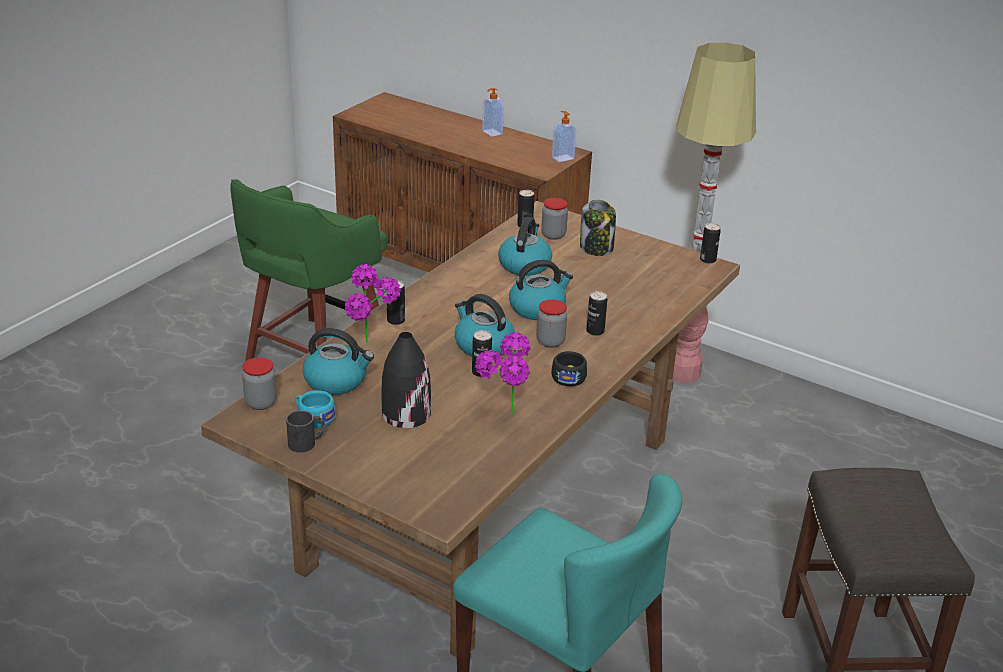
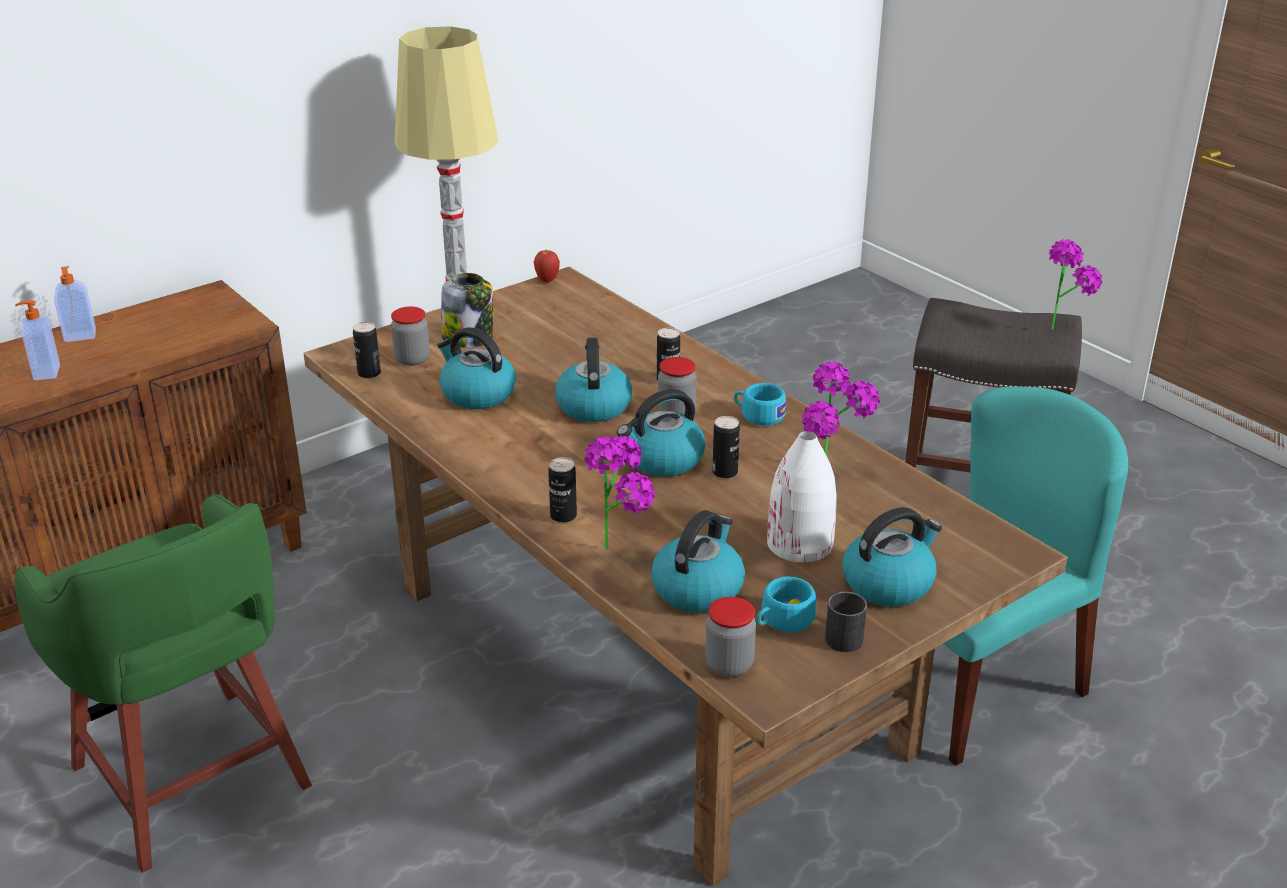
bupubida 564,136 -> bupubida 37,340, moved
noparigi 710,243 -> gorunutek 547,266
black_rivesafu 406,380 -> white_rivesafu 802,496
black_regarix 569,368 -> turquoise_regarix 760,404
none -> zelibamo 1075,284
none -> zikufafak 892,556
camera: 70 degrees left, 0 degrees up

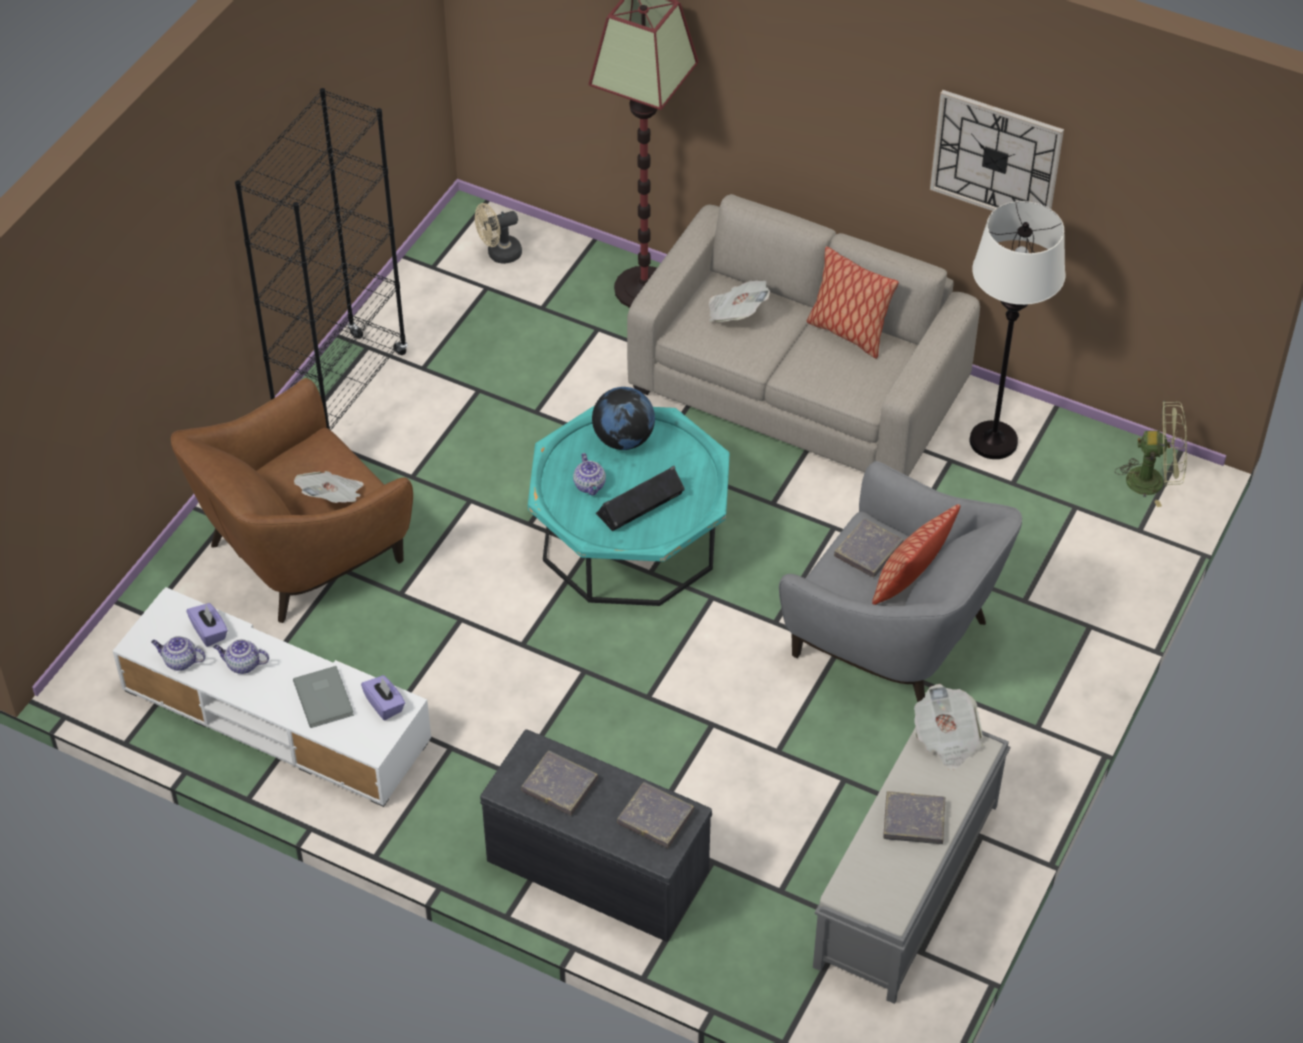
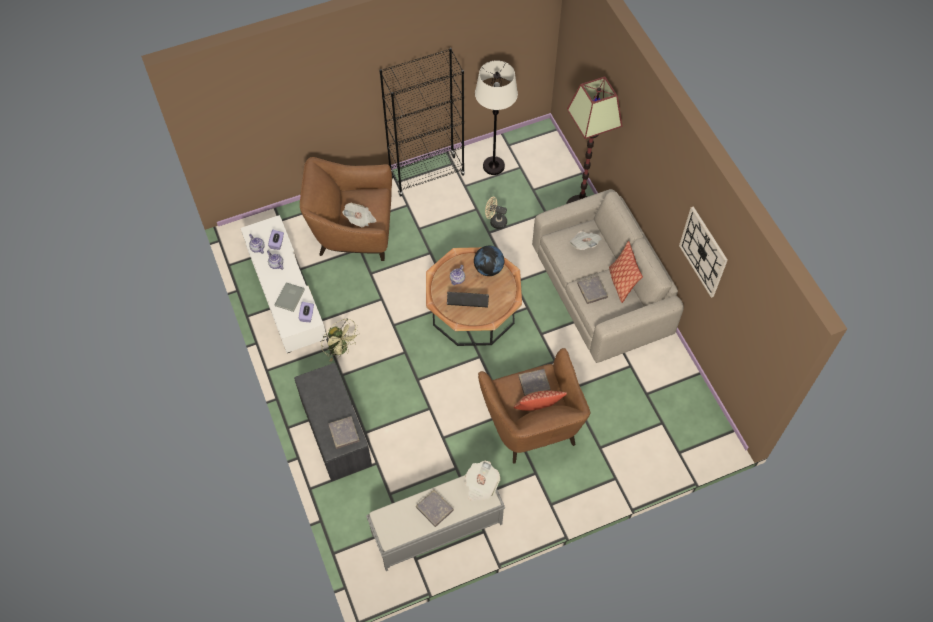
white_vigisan 1018,330 -> white_vigisan 496,117, moved
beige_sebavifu 498,233 -> beige_sebavifu 496,213, moved
green_sebavifu 1151,454 -> green_sebavifu 340,340, moved
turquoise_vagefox 629,505 -> brown_vagefox 474,296
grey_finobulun 900,581 -> brown_finobulun 534,406
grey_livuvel 559,783 -> grey_livuvel 592,290, moved
camera: 40 degrees right, 10 degrees up

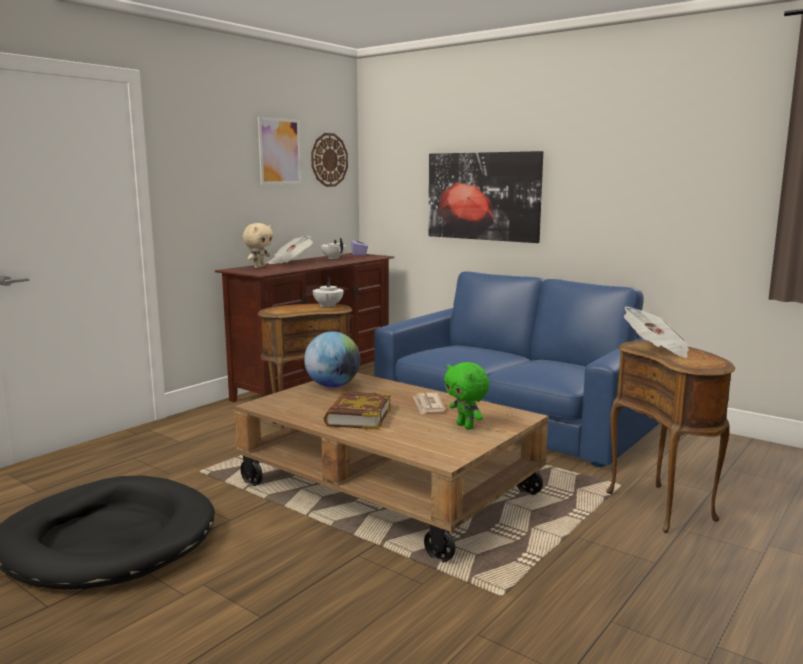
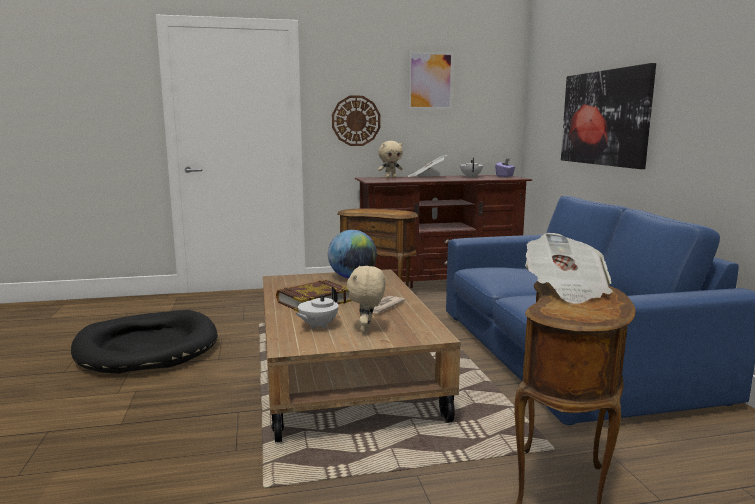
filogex 329,160 -> filogex 356,121, moved
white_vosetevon 328,292 -> white_vosetevon 317,308, moved
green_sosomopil 467,396 -> beige_sosomopil 366,299
camera: 40 degrees right, 0 degrees up

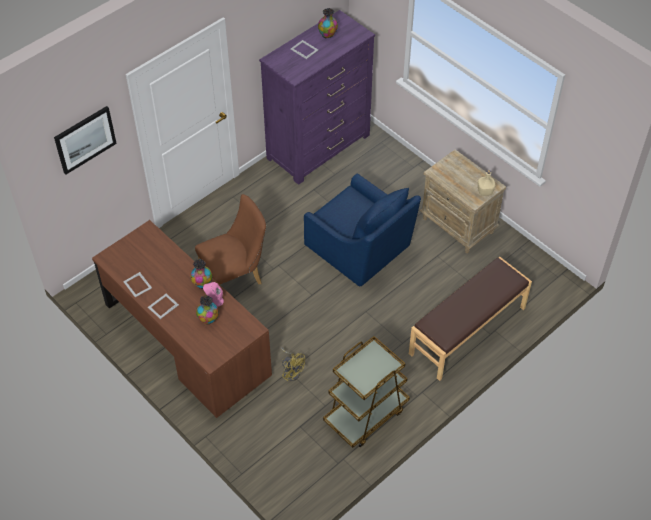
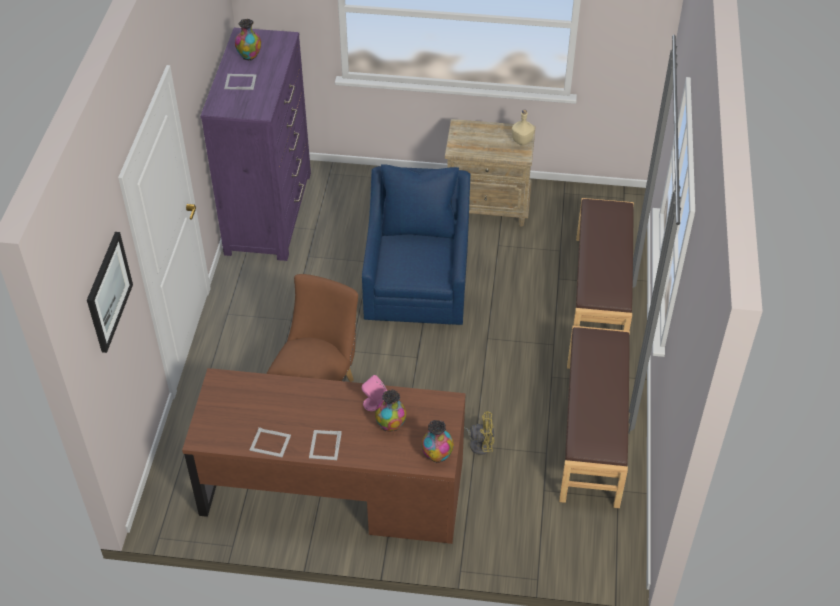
blue_finobulun 362,230 -> blue_finobulun 416,245, 90 degrees counterclockwise
rivesafu 201,274 -> rivesafu 438,441, moved
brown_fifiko 366,392 -> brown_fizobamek 594,417
camera: 40 degrees left, 5 degrees down

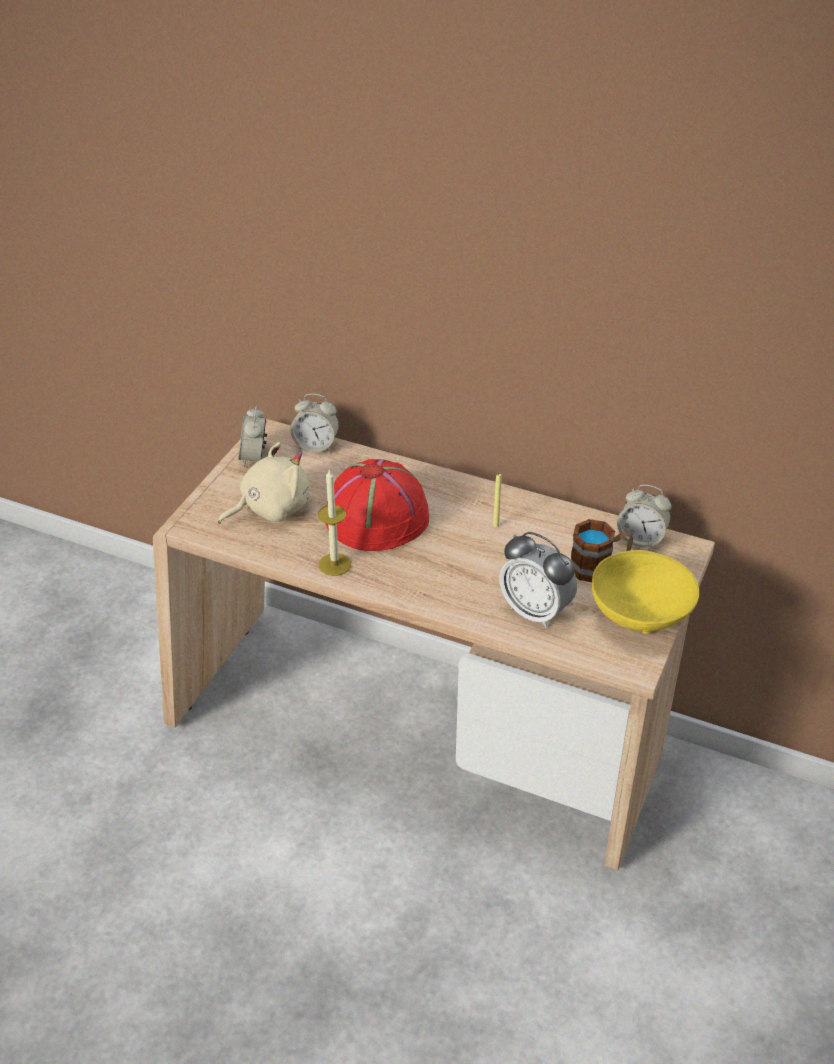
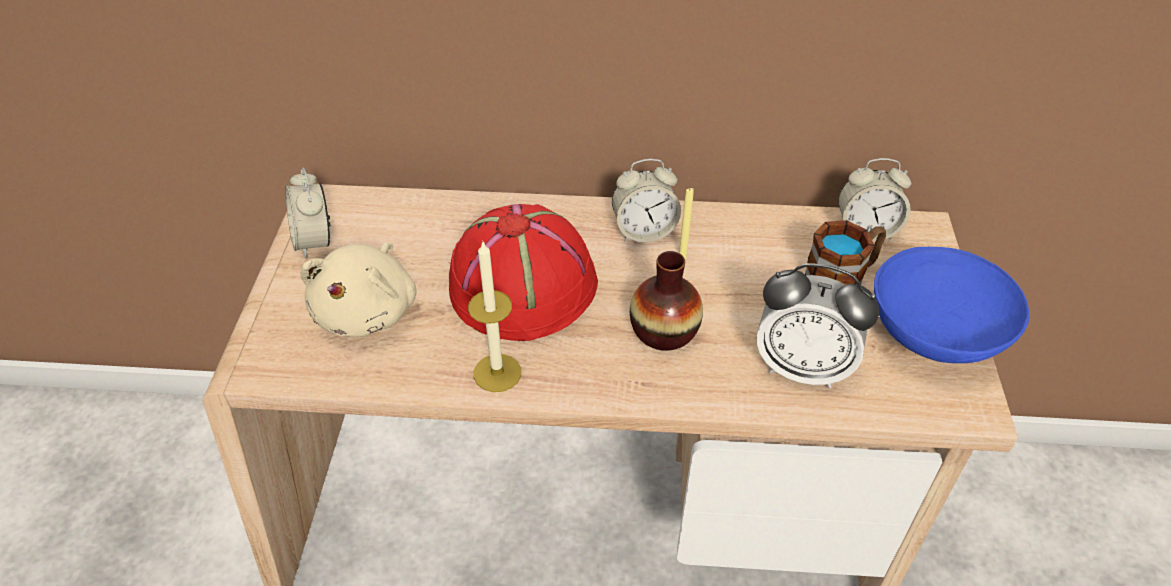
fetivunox 314,423 -> fetivunox 646,201, moved
beige_sosomopil 264,483 -> beige_sosomopil 359,289, 150 degrees clockwise
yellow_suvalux 645,592 -> blue_suvalux 951,305
none -> rivesafu 666,301
camera: 20 degrees left, 5 degrees up

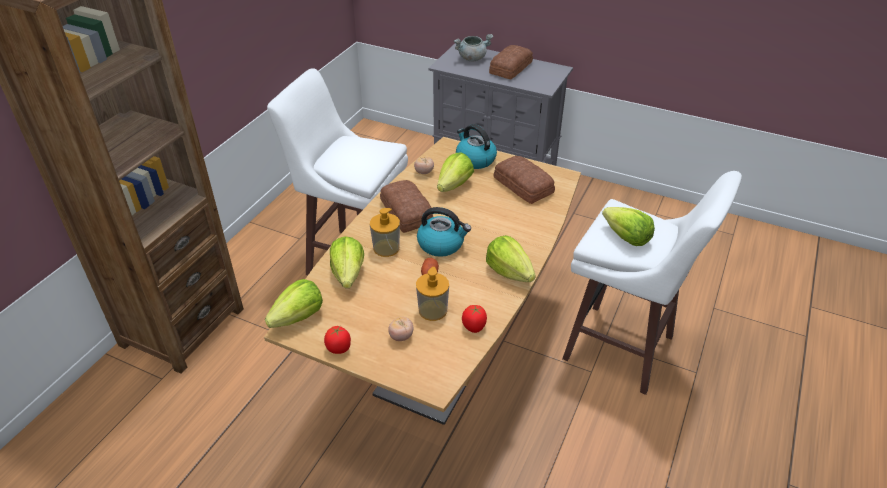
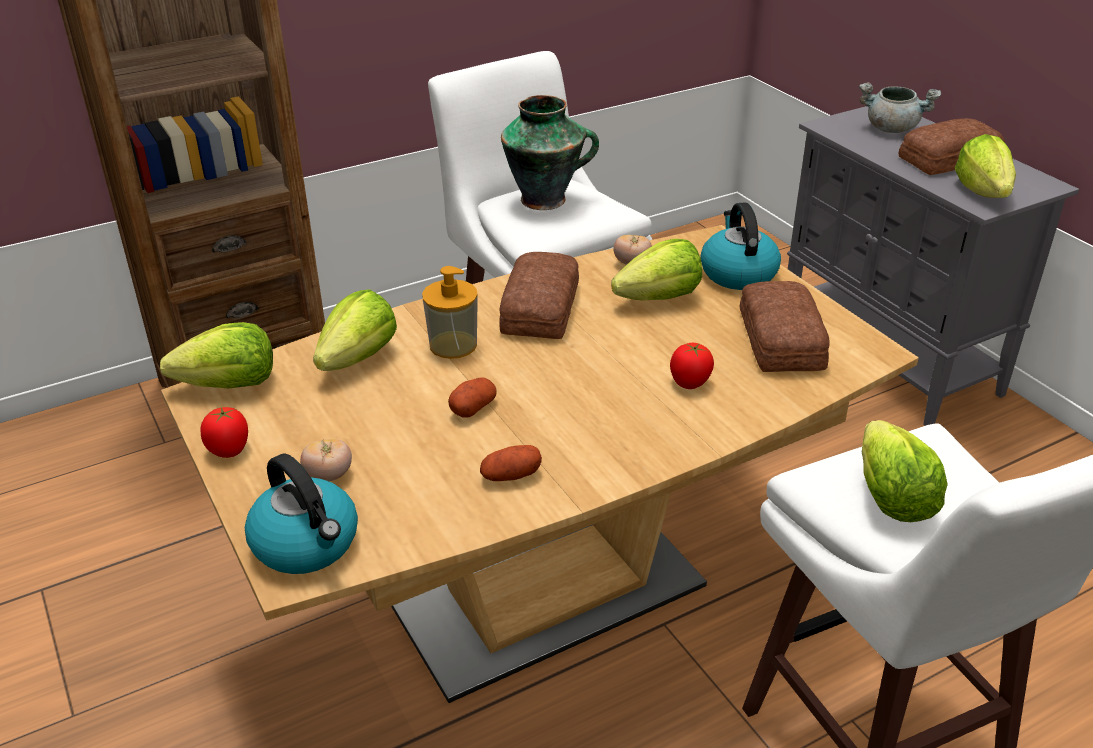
zikufafak 444,232 -> zikufafak 301,513, moved
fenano 511,258 -> fenano 985,166, moved
bupubida 432,294 -> none
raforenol 474,319 -> raforenol 692,366, moved
none -> rivesafu 550,152
none -> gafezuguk 511,463
camera: 35 degrees right, 5 degrees down

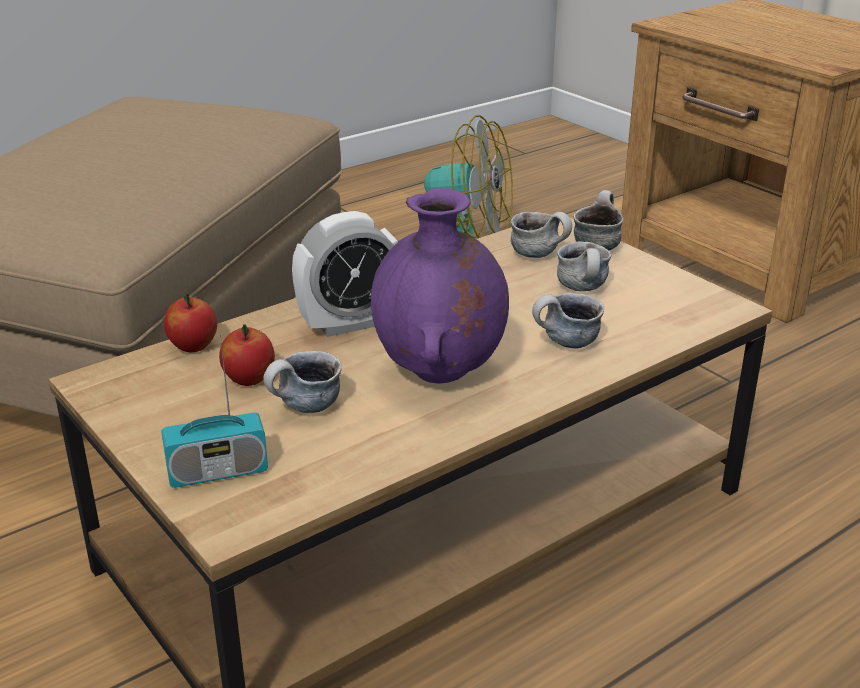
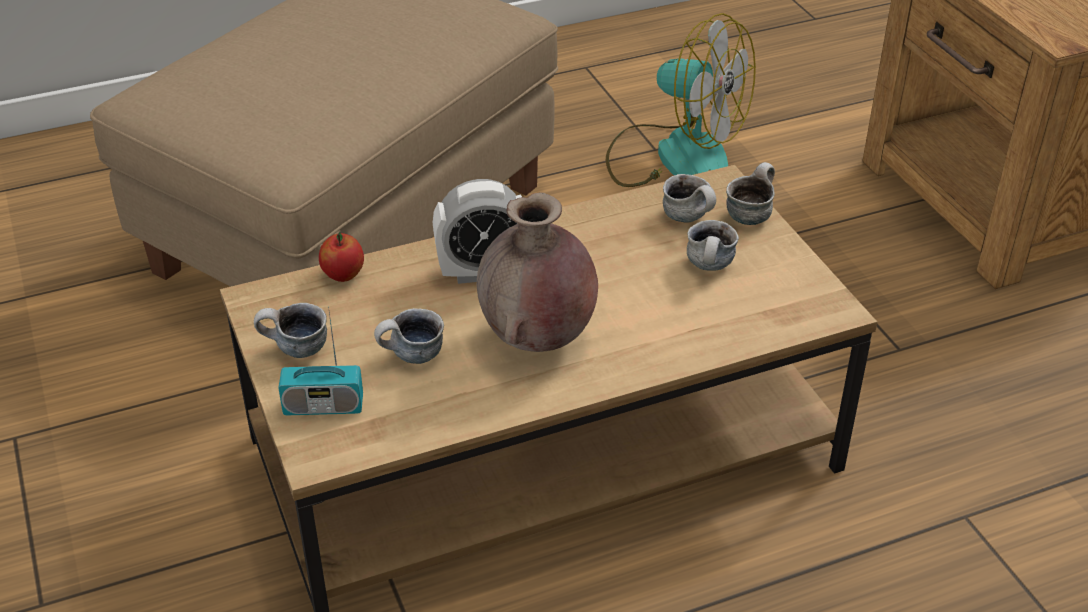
purple_rivesafu 440,286 -> brown_rivesafu 537,272
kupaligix 568,320 -> kupaligix 290,330, moved
gorunutek 247,355 -> none
camera: 15 degrees right, 10 degrees up

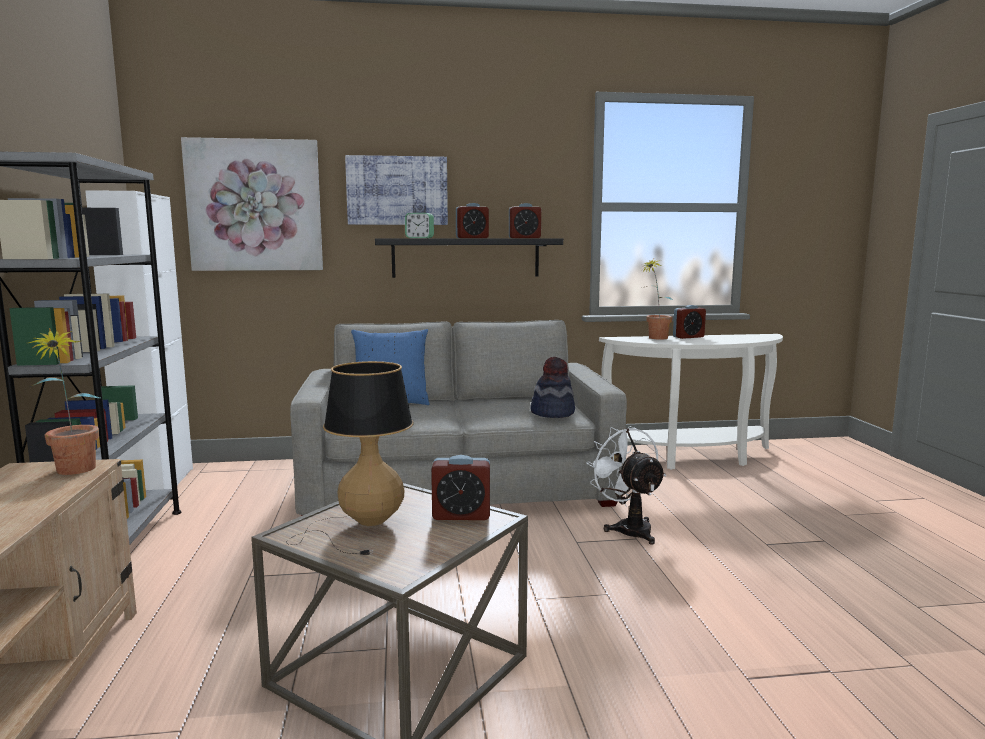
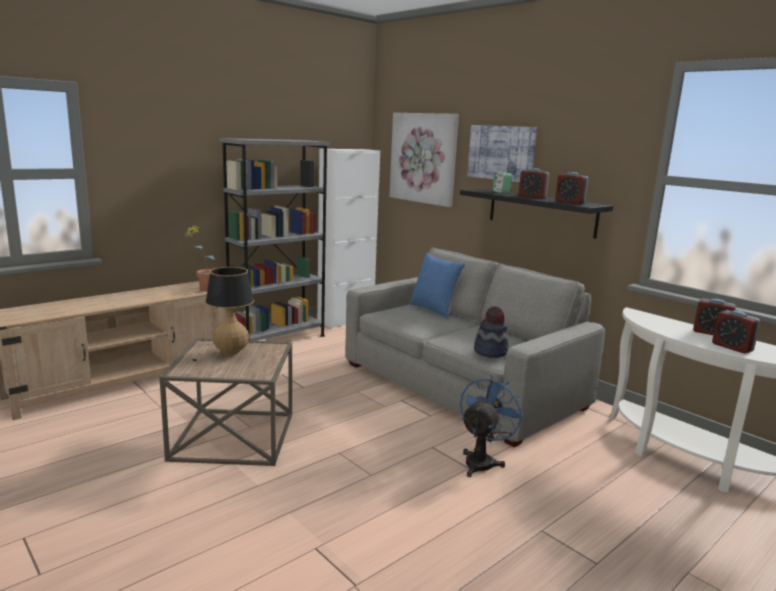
zelibamo 657,299 -> none
white_sebavifu 626,485 -> blue_sebavifu 492,426
fetivunox 460,487 -> fetivunox 736,332, moved
camera: 55 degrees right, 5 degrees up

